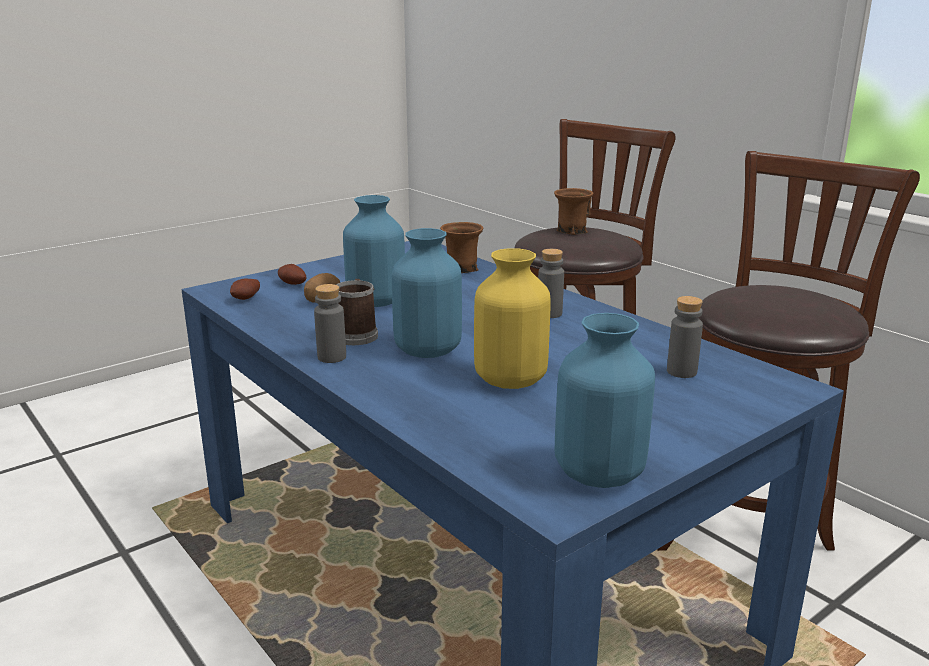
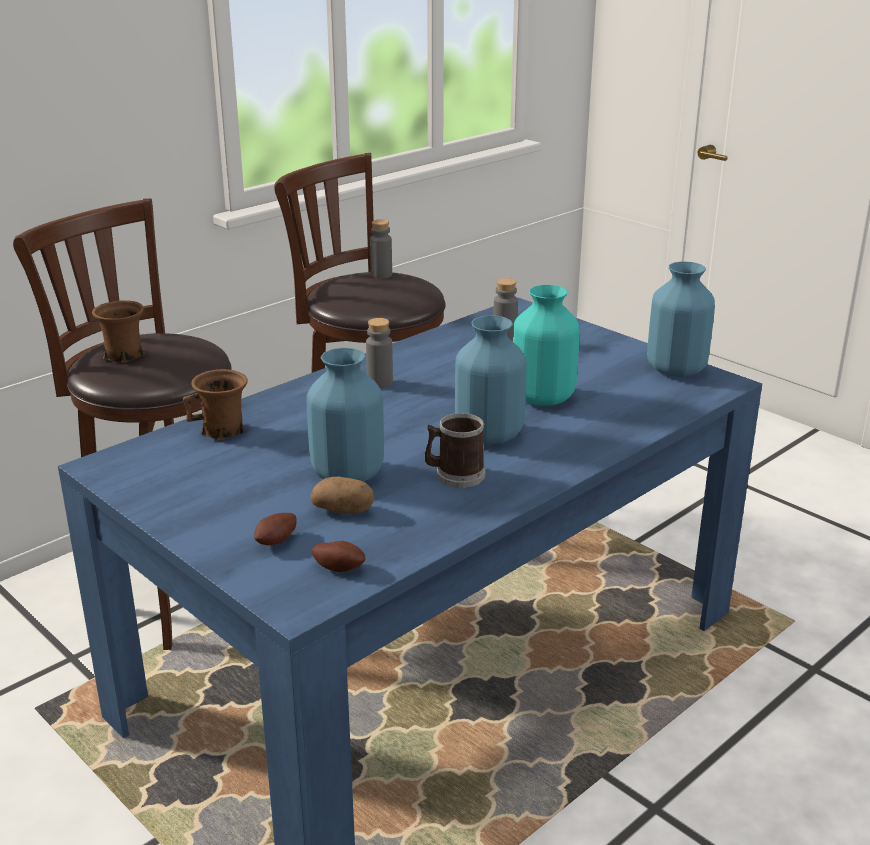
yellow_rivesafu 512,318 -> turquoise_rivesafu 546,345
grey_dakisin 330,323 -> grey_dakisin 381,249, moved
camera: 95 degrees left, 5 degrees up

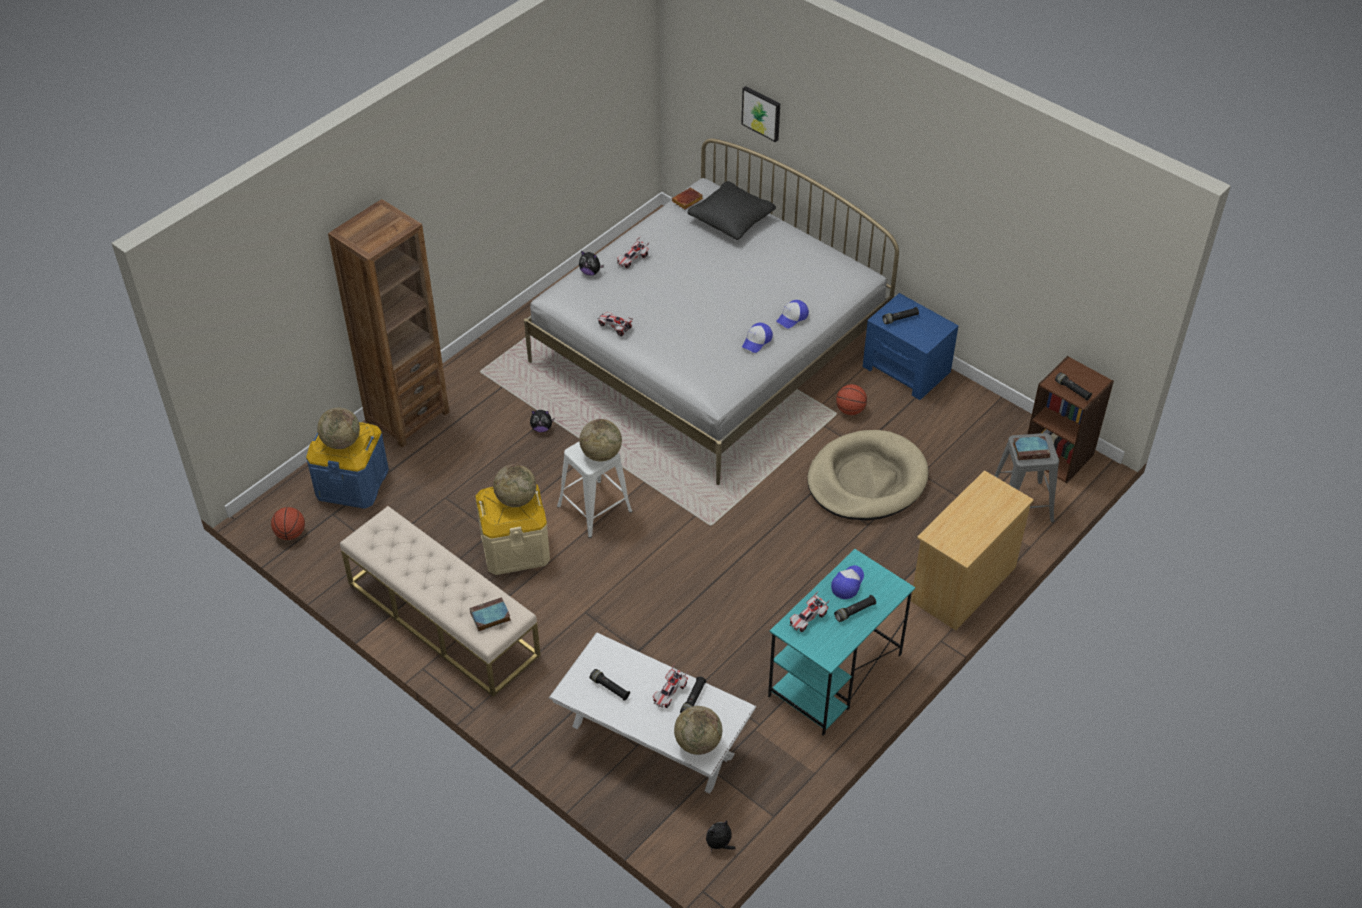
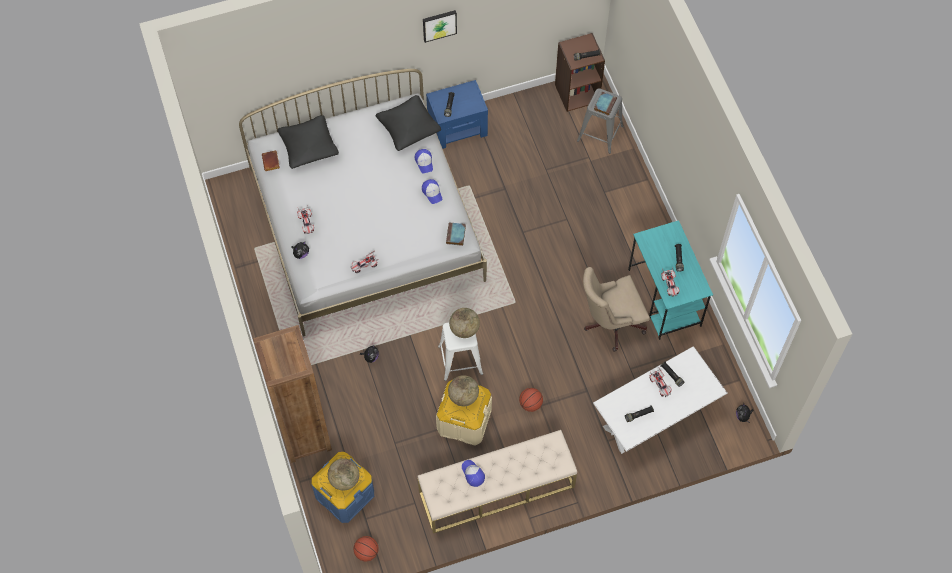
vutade 760,114 -> vutade 440,26, moved
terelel 851,399 -> terelel 531,400, moved
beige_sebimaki 868,475 -> none
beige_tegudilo 972,550 -> none
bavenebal 847,582 -> bavenebal 473,473, moved
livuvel 490,614 -> livuvel 456,234, moved
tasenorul 698,730 -> none
none -> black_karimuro 408,123
none -> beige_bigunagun 616,309
camera: 60 degrees left, 15 degrees up

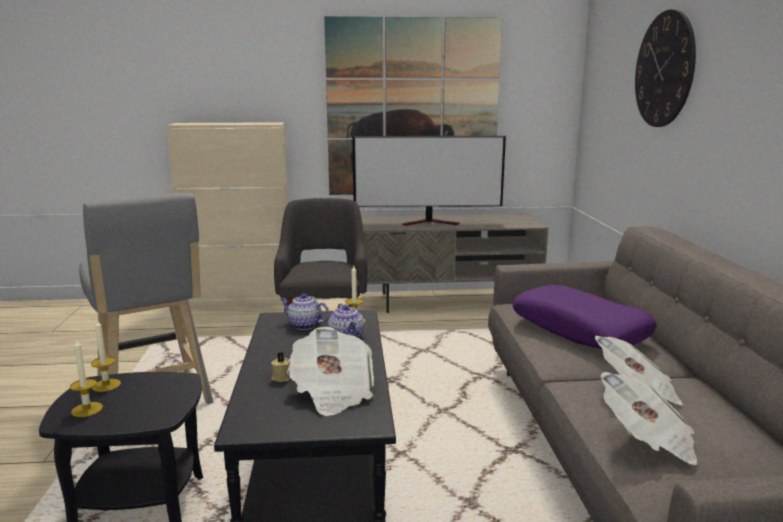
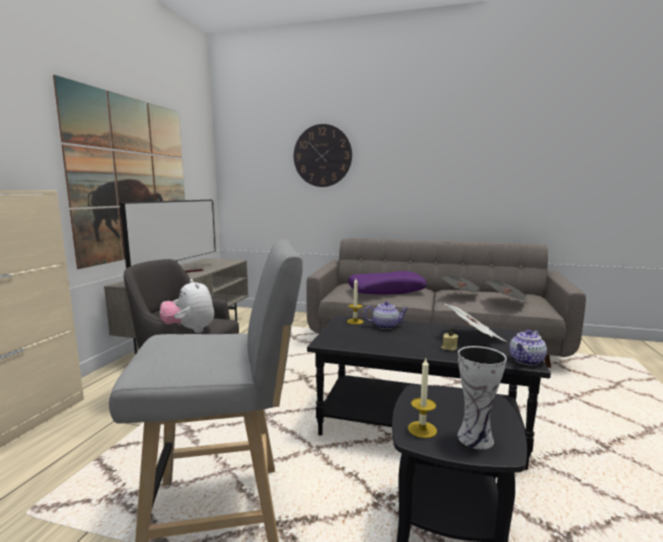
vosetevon 305,311 -> vosetevon 528,348, moved
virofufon 86,377 -> rivesafu 482,397
none -> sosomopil 187,306
camera: 70 degrees left, 5 degrees down

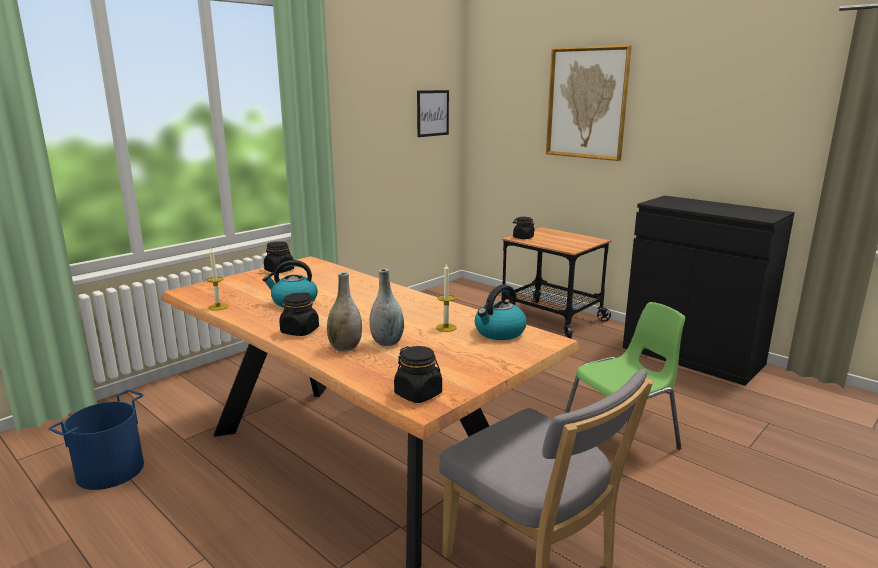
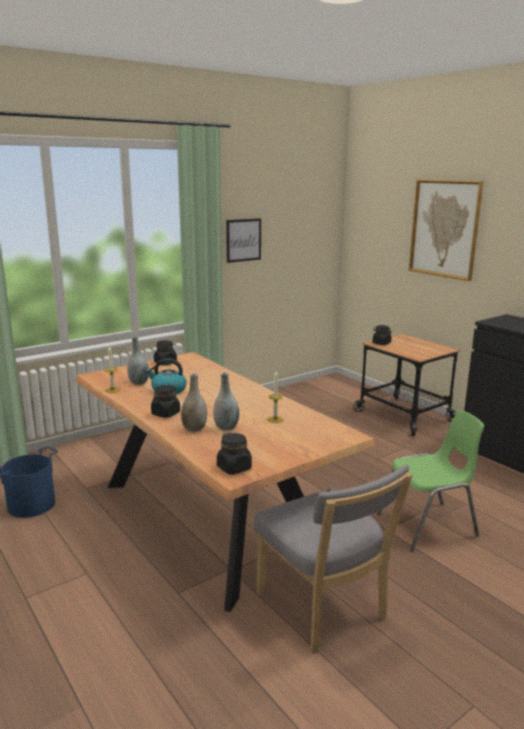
vutade 433,113 -> vutade 243,240, moved
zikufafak 501,312 -> none
none -> grey_rivesafu 138,360
camera: 10 degrees right, 0 degrees up

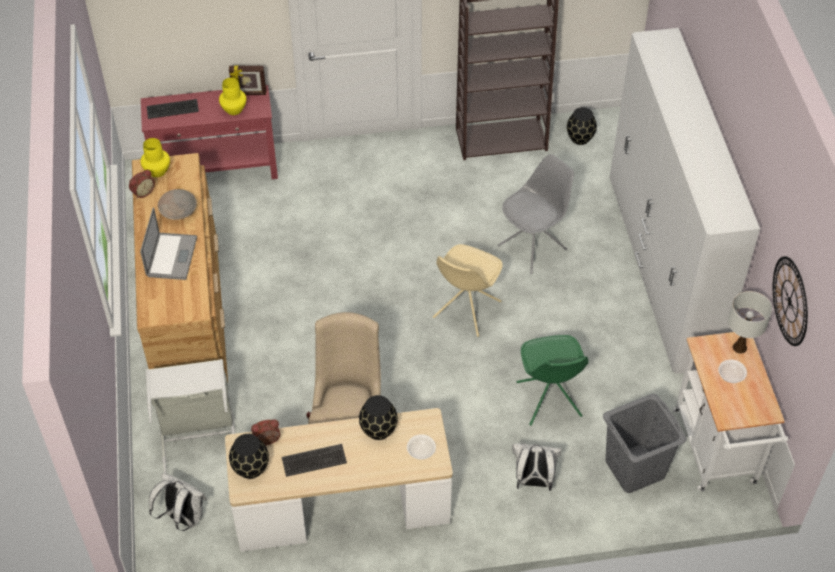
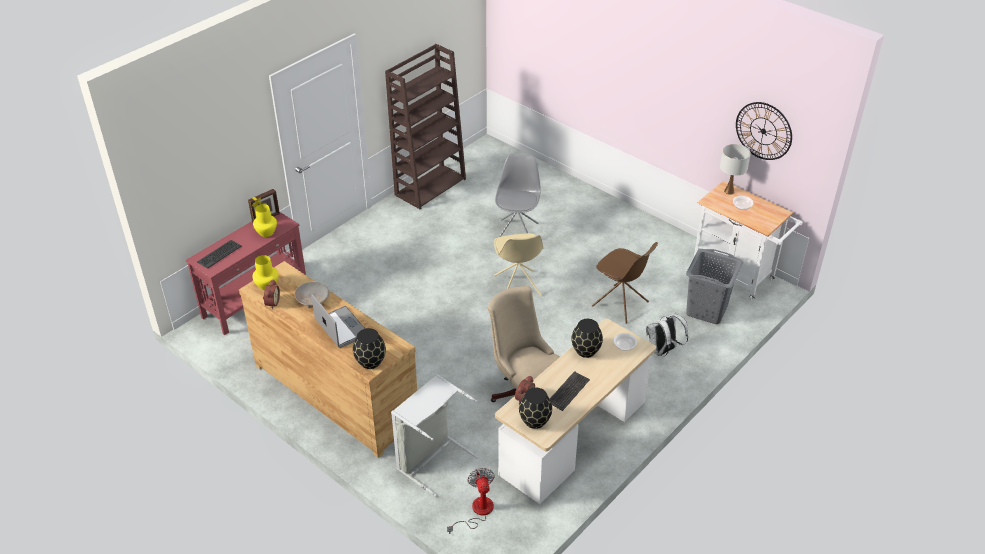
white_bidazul 684,201 -> none
black_rivesafu 582,126 -> black_rivesafu 369,348, moved
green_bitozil 552,380 -> brown_bitozil 625,283
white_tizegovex 178,502 -> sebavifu 471,501
camera: 40 degrees left, 10 degrees down

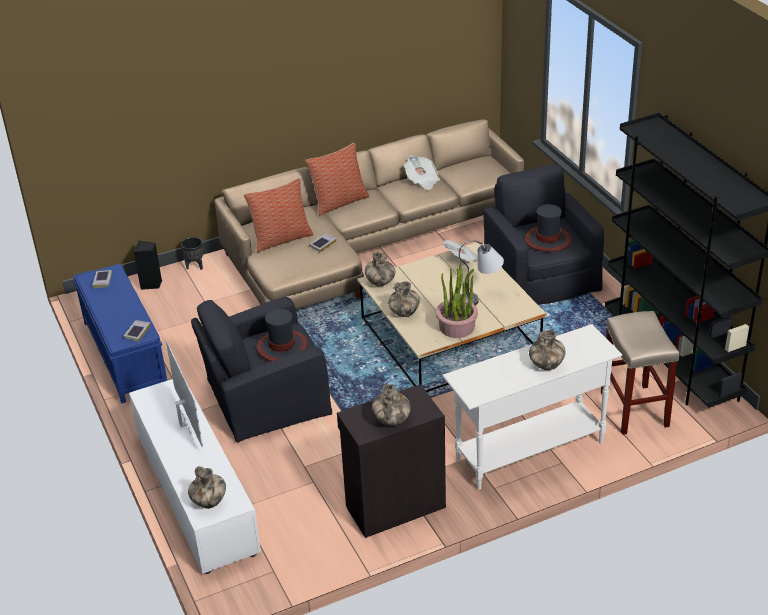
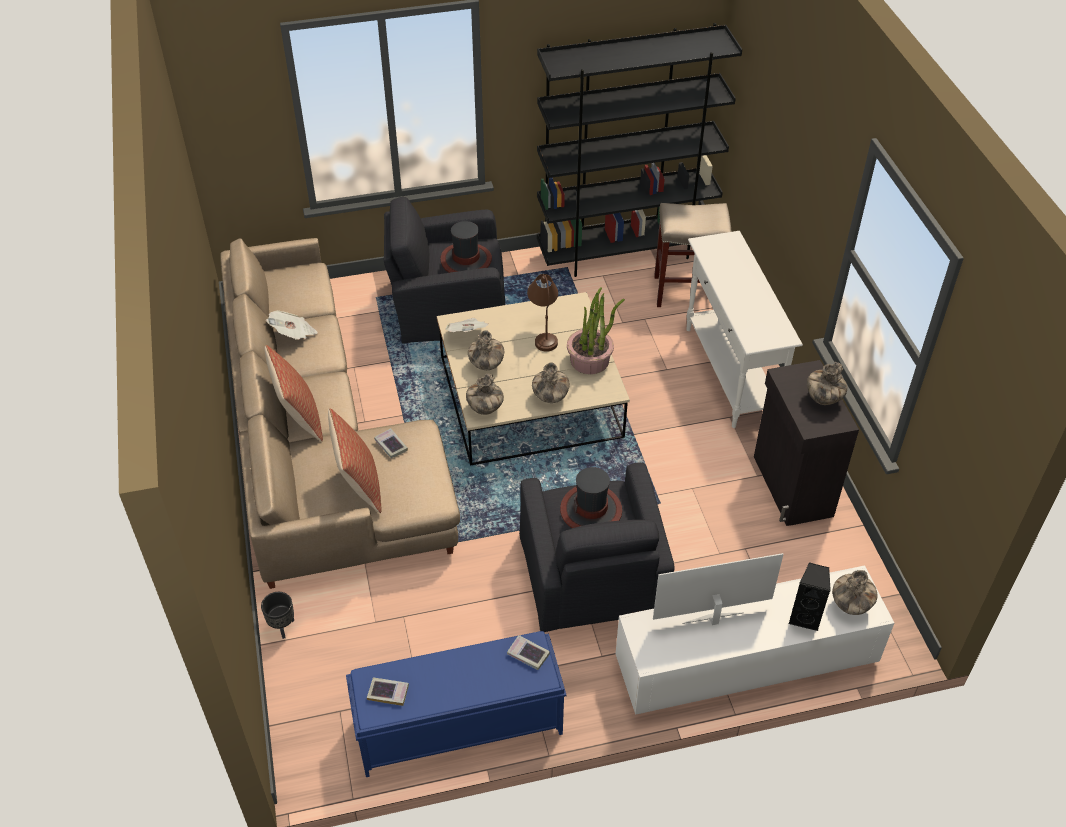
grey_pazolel 481,273 -> brown_pazolel 542,313
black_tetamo 148,265 -> black_tetamo 809,596, moved
rivesafu 547,350 -> rivesafu 486,350, moved
camera: 80 degrees left, 10 degrees up

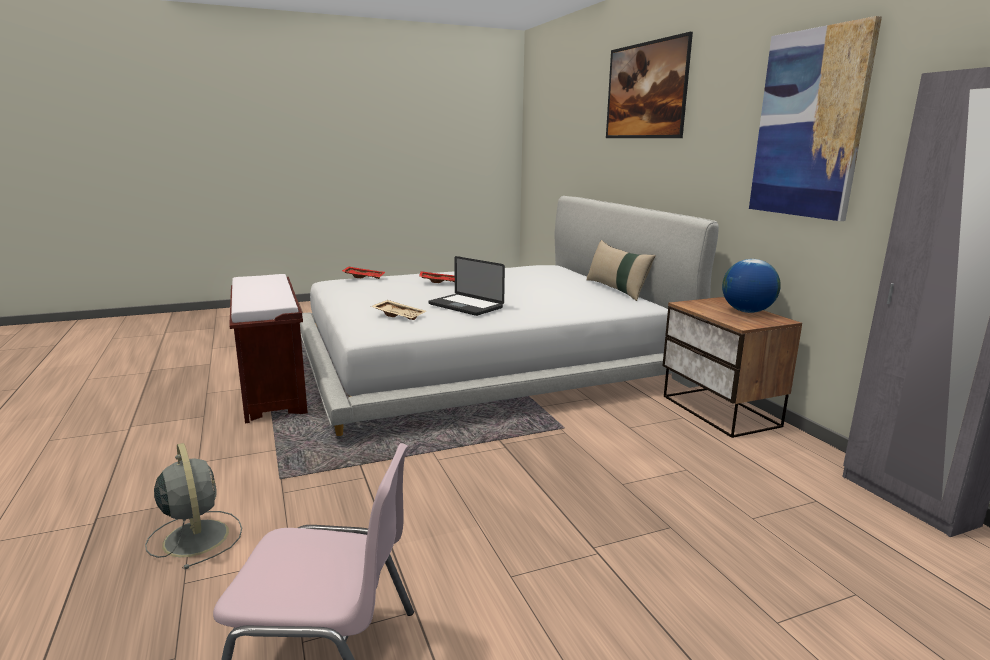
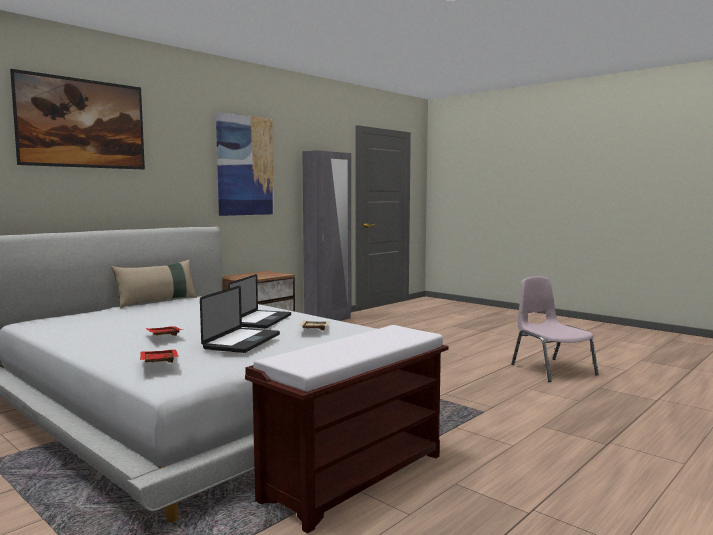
tasenorul 751,286 -> none
grey_sebavifu 193,506 -> none
none -> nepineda 240,319
camera: 115 degrees left, 10 degrees down

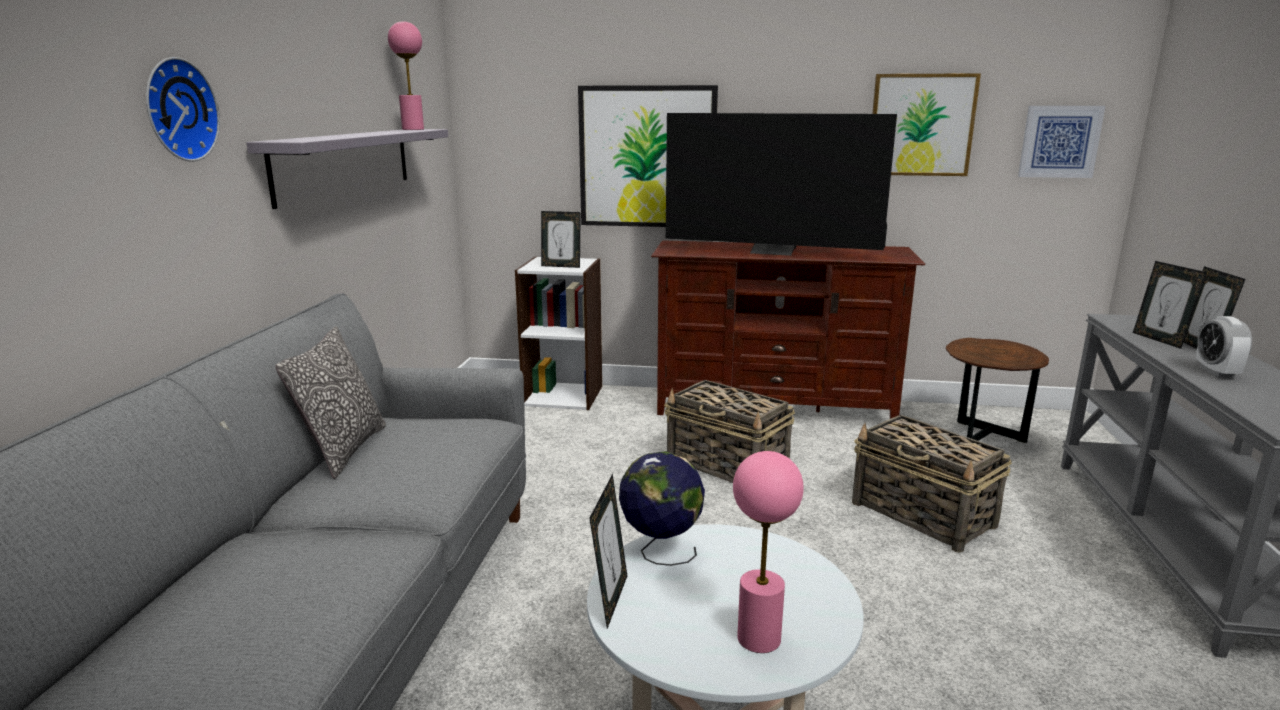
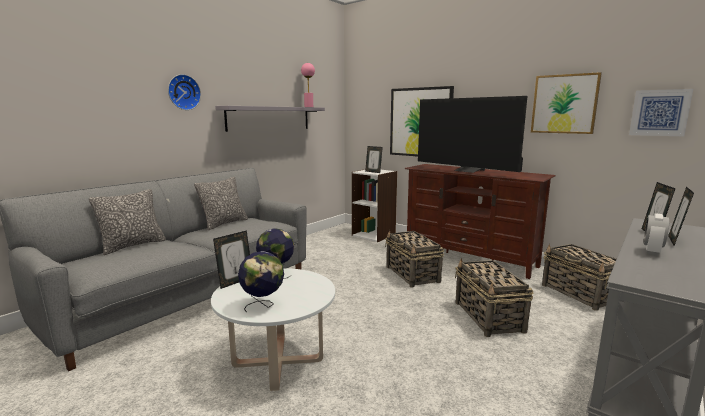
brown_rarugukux 997,390 -> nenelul 579,277
pink_pazolel 768,552 -> tasenorul 261,281
none -> karimuro 127,222
camera: 30 degrees right, 5 degrees down

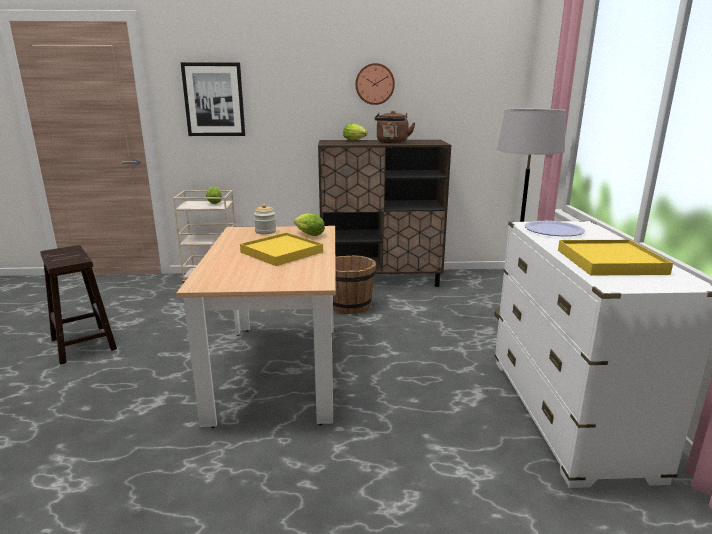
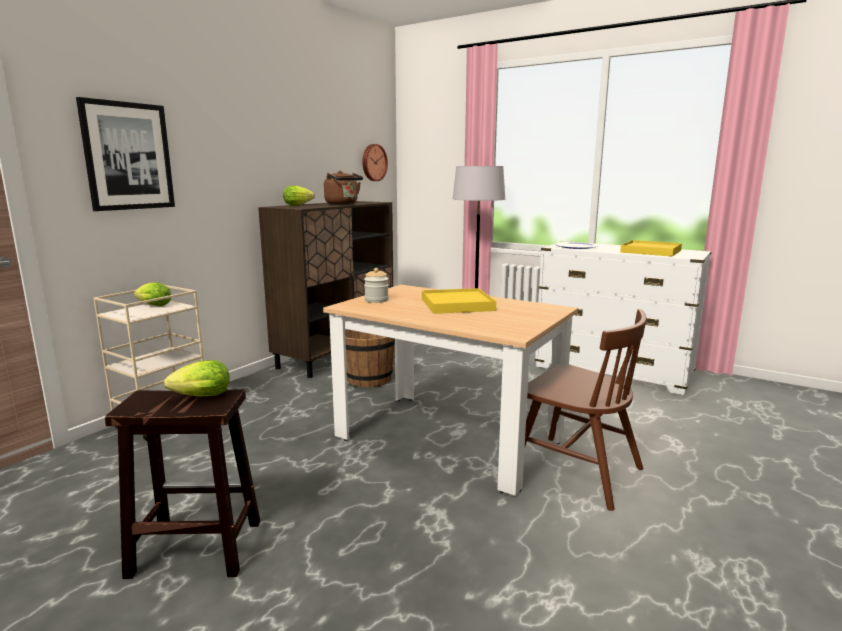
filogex 375,84 -> filogex 375,162, moved
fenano 309,224 -> fenano 197,378, moved
none -> brown_bitozil 586,410
camera: 55 degrees left, 5 degrees down

